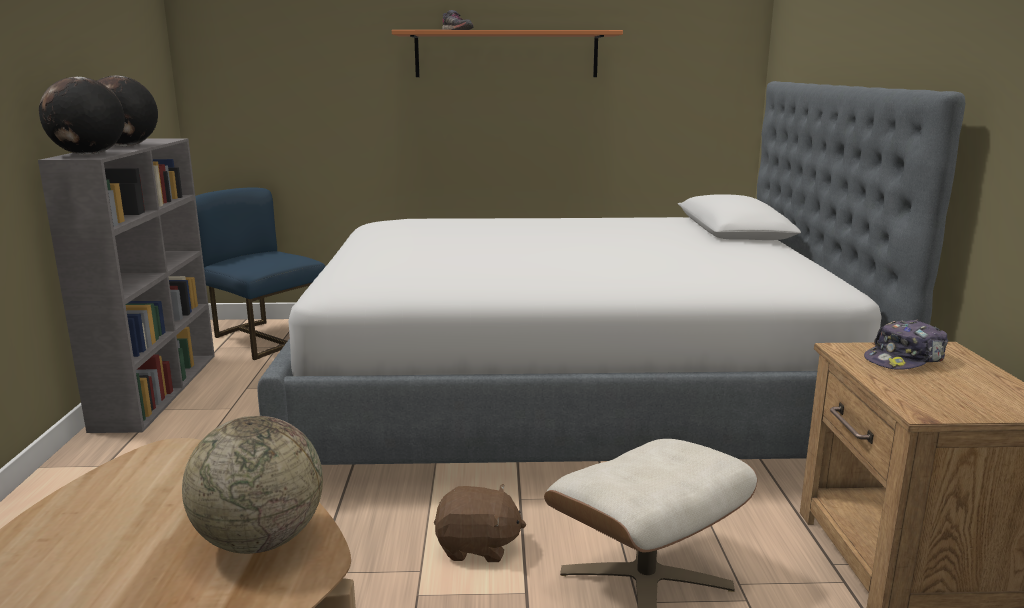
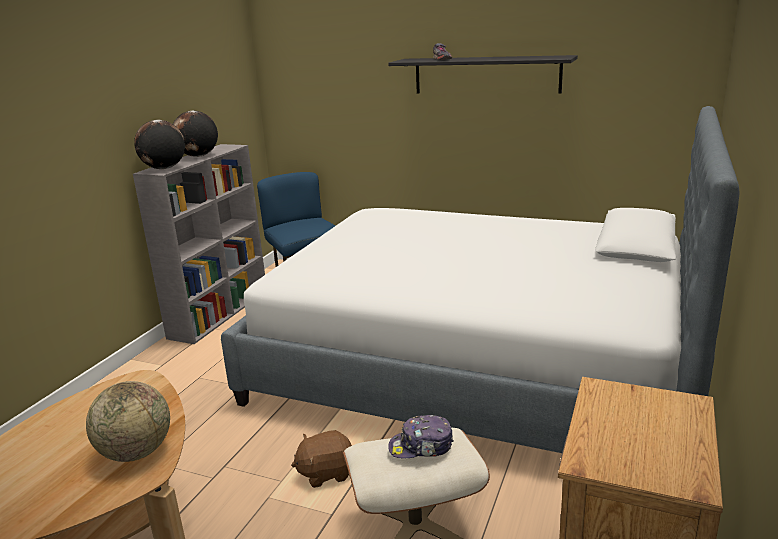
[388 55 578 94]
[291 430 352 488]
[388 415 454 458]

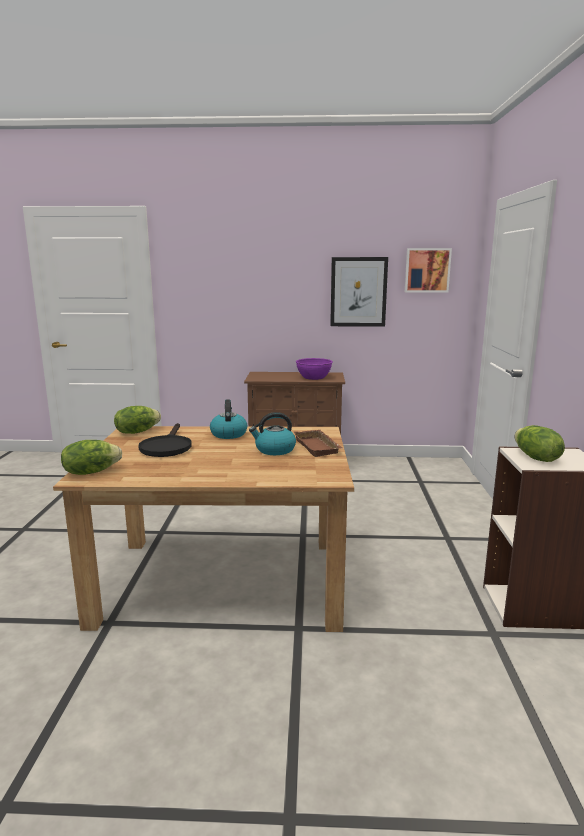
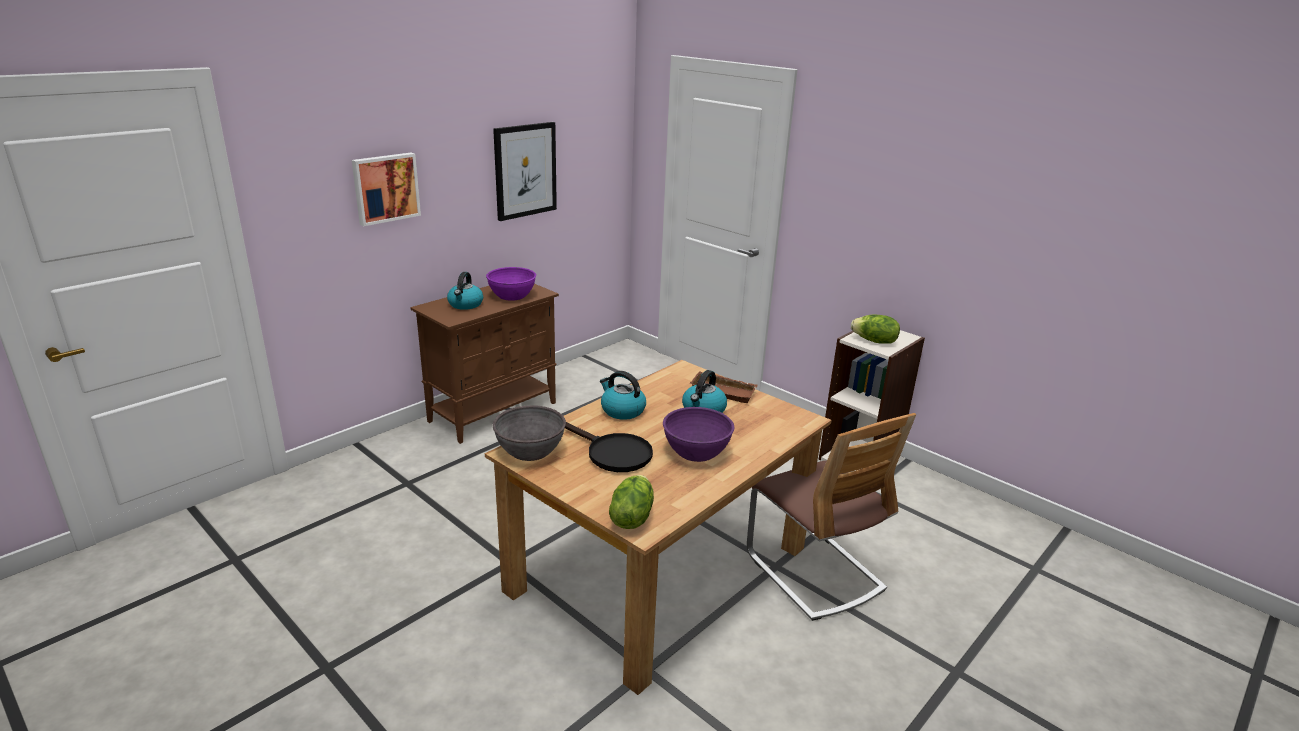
[493 405 566 461]
[352 153 421 226]
[447 272 483 310]
[663 407 734 462]
[747 413 916 621]

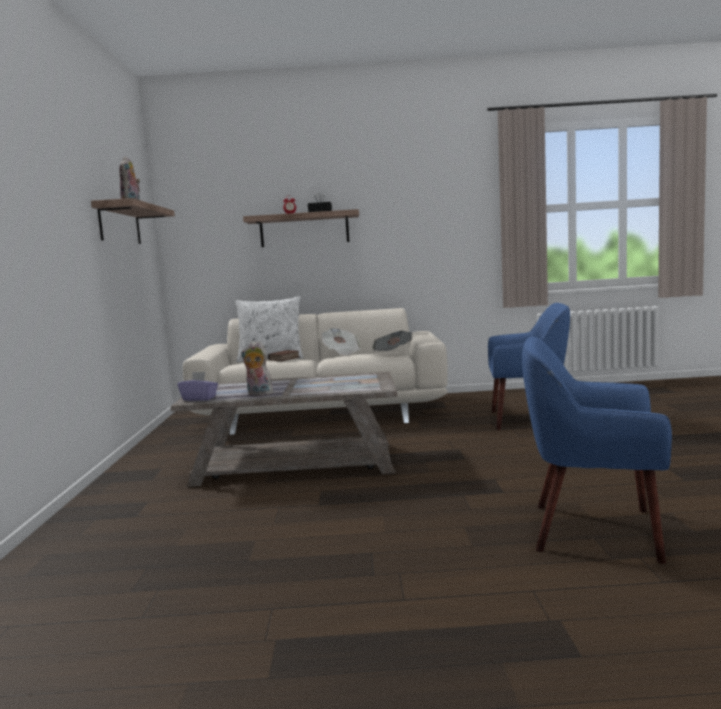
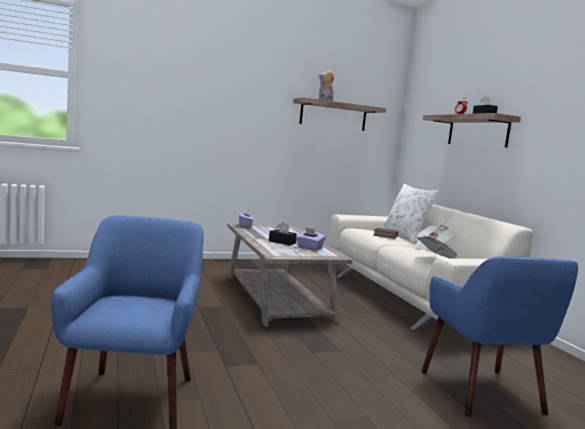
[241 341 275 395] (first image)
[269 222 297 245]
[296 227 326 250]

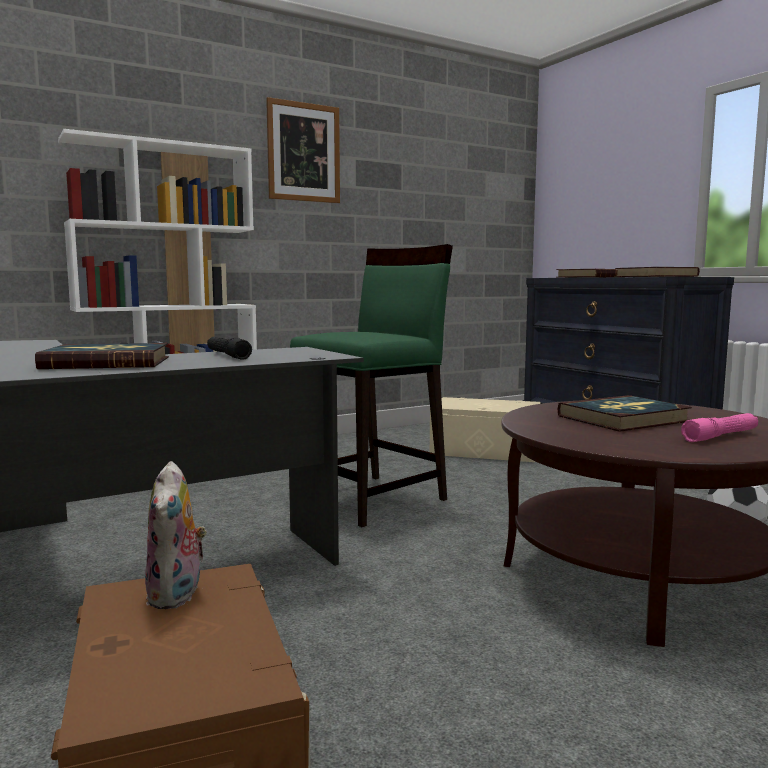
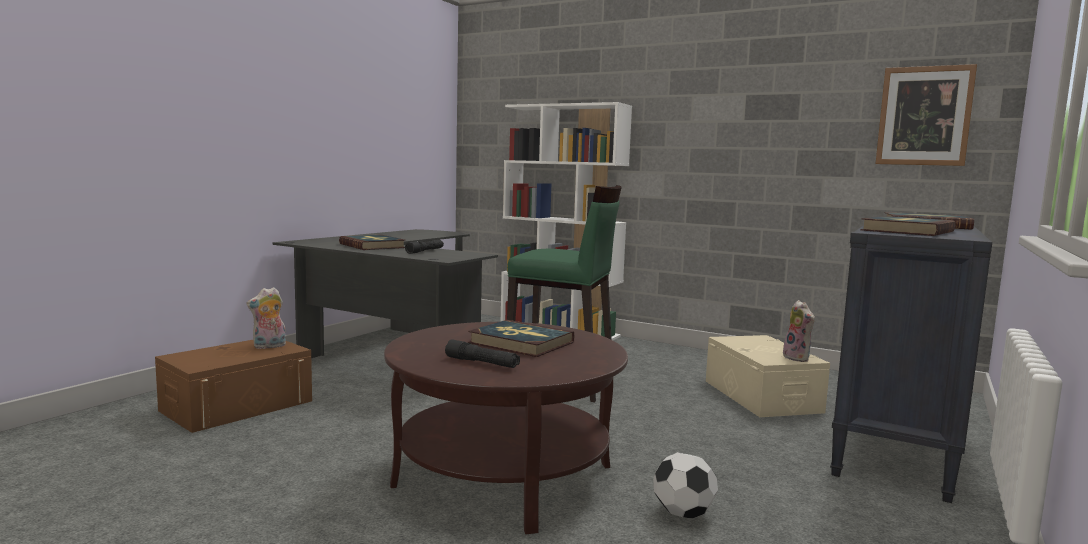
[876 64 977 166]
[445 339 520 368]
[783 300 815 362]

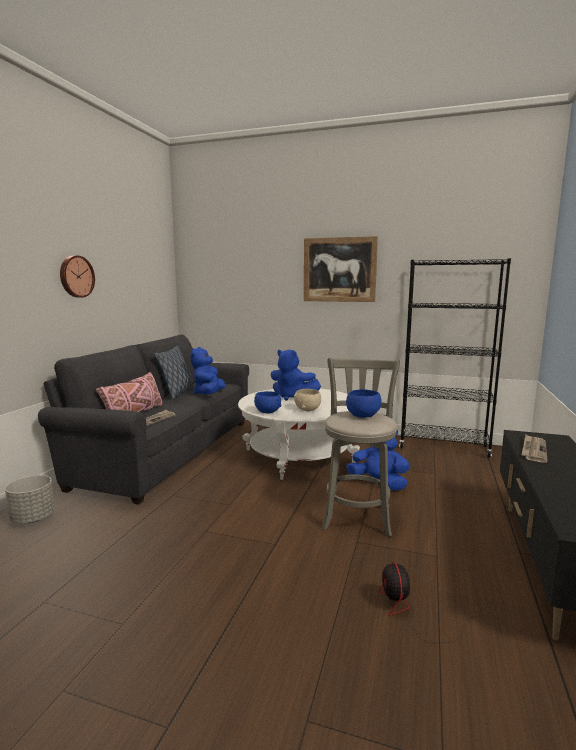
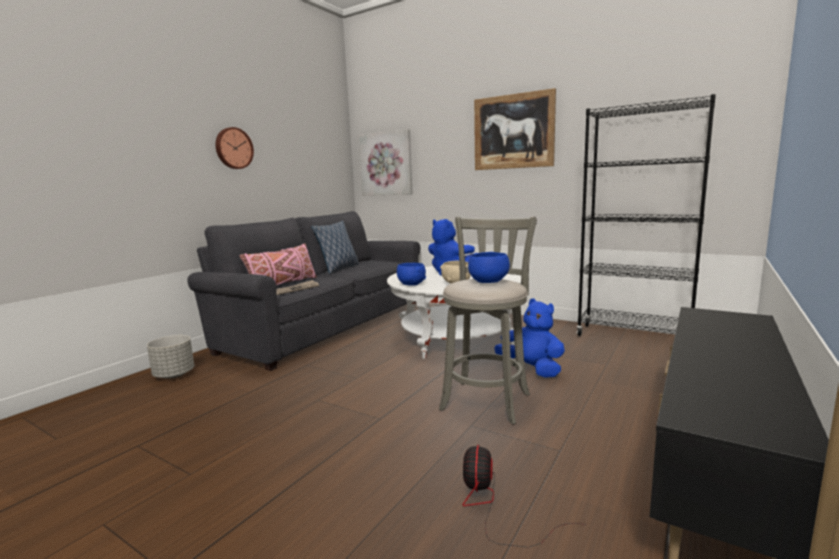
[190 347 225 394] (first image)
[521 435 548 463] (first image)
[358 129 412 196]

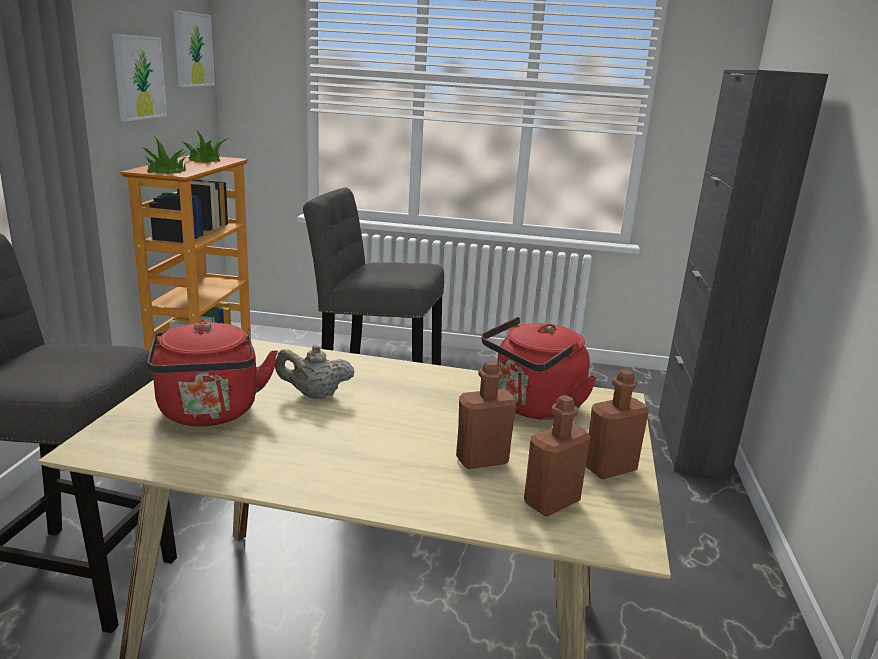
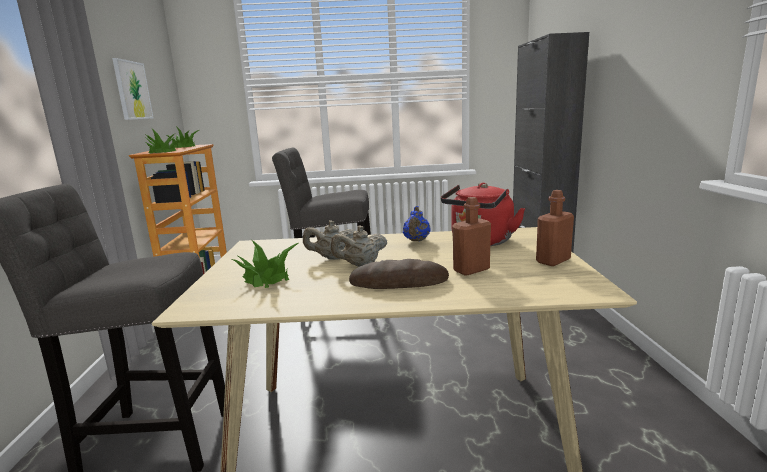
[232 240 299 288]
[173 10 215 87] (first image)
[524 395 590 516] (first image)
[331 226 387 267]
[349 259 449 289]
[403 206 430 241]

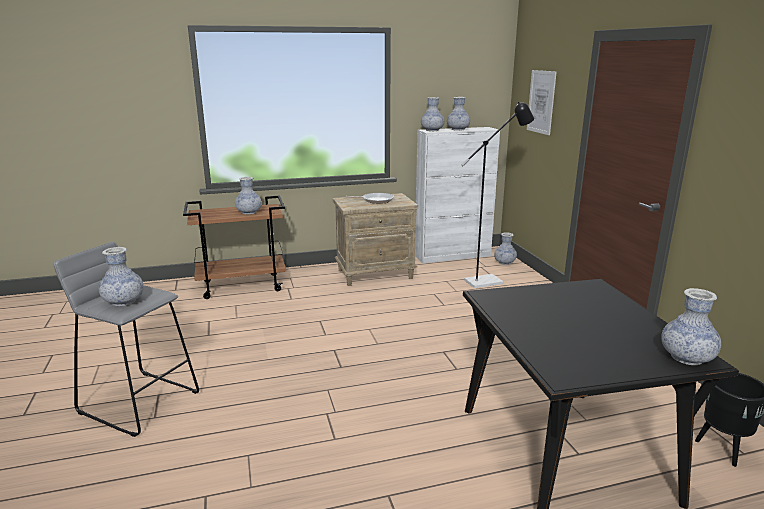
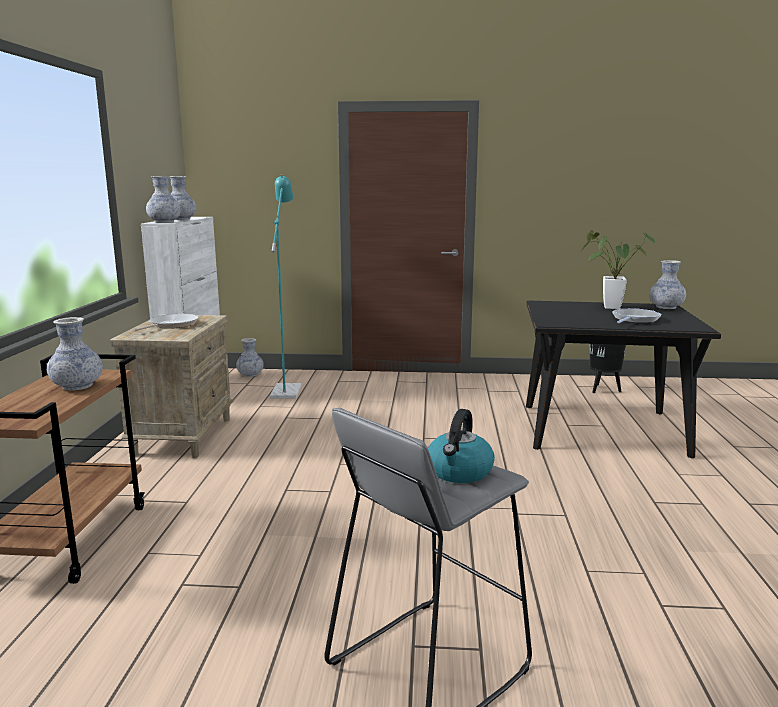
[428 409 495 483]
[270 174 301 399]
[527 70 557 135] (first image)
[582 230 655 309]
[612 308 661 323]

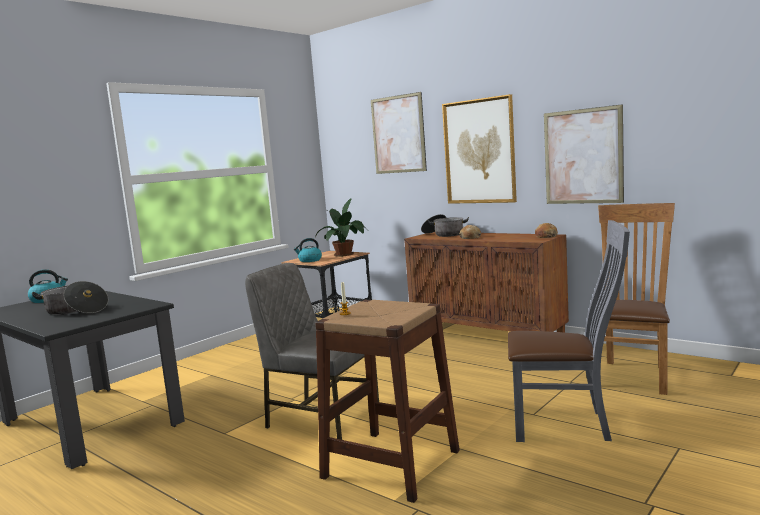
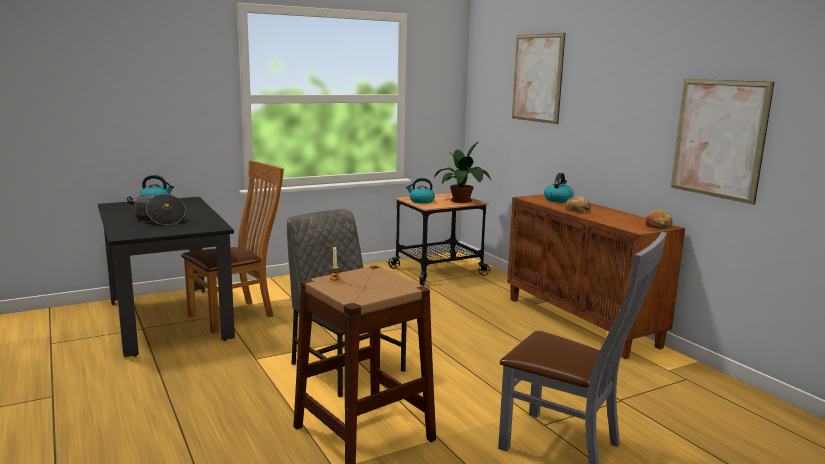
[544 173 574 202]
[442 94 517 204] (first image)
[181 160 284 334]

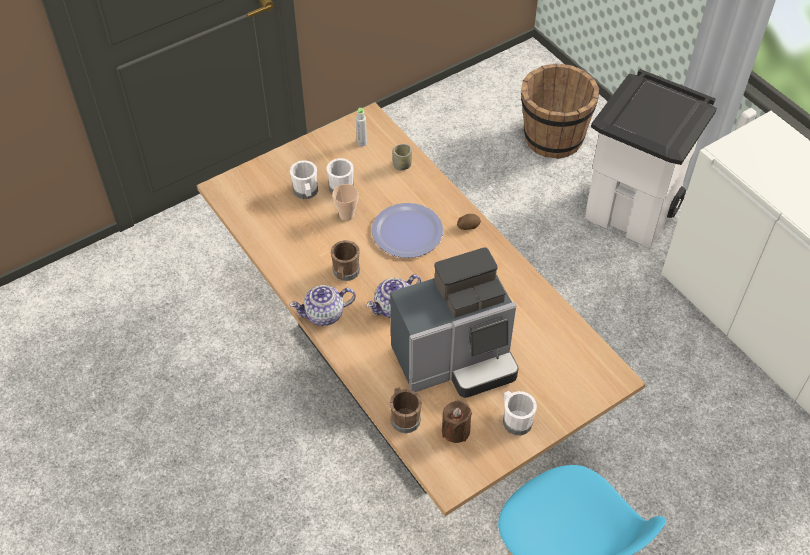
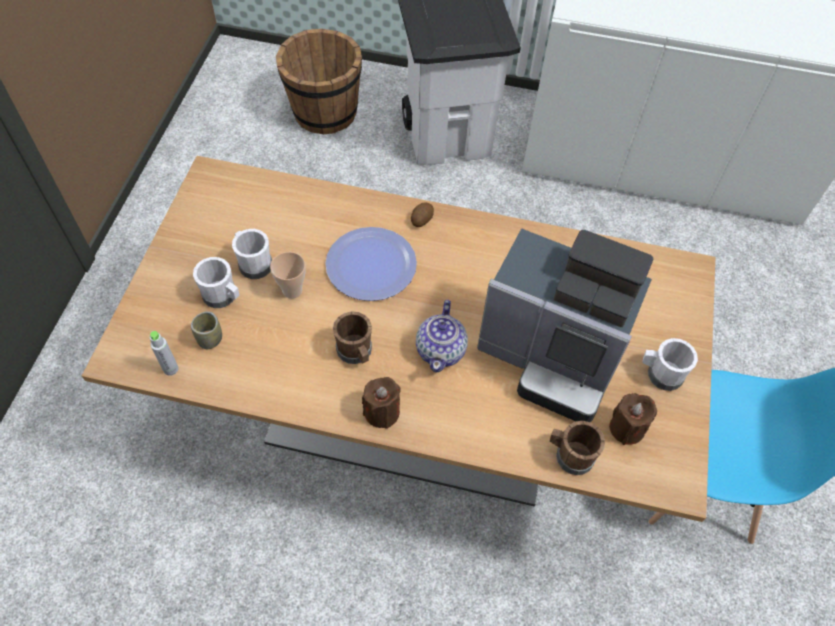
[362 377 401 429]
[150 331 178 376]
[477 228 653 422]
[191 311 222 349]

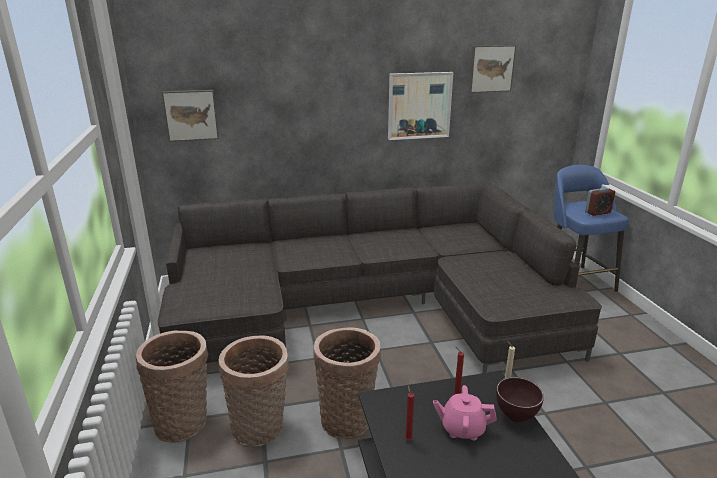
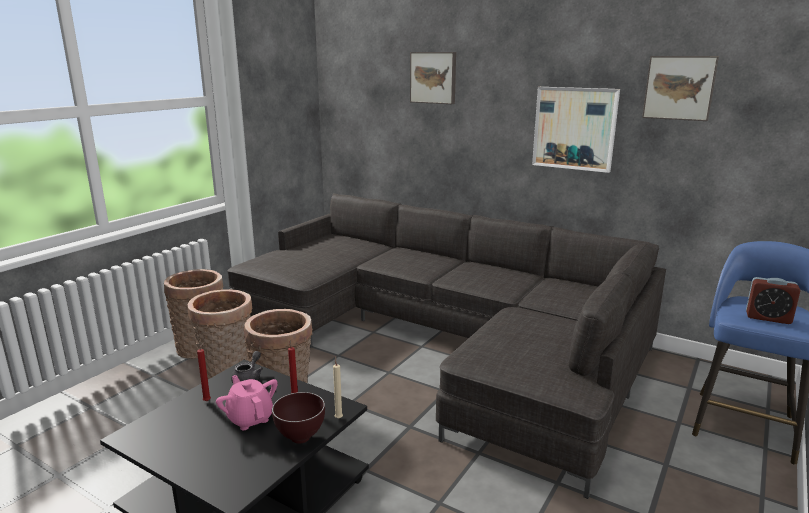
[410 52 456 104]
[231 351 263 383]

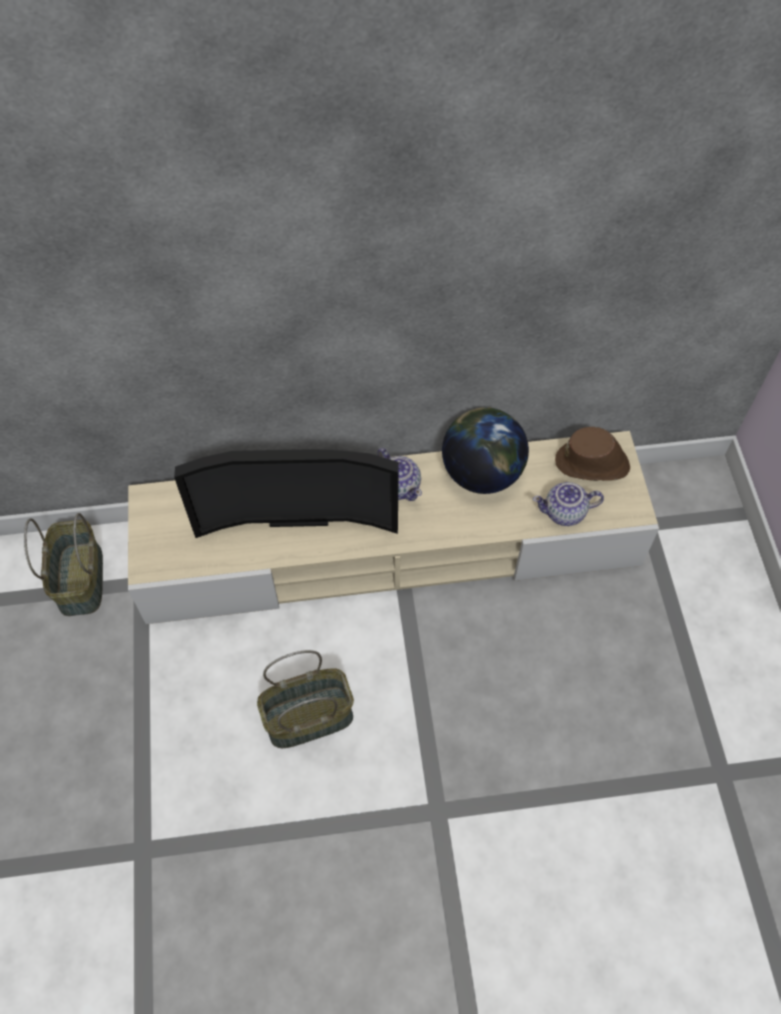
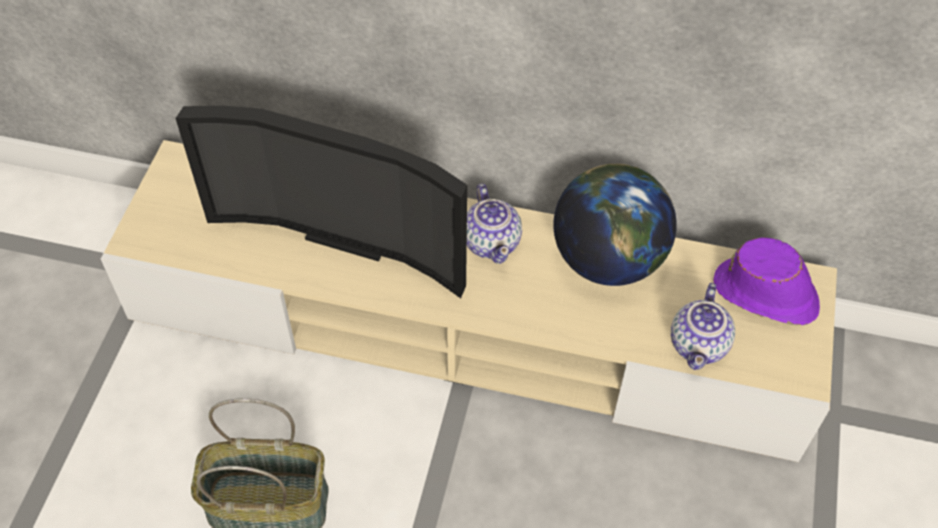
[24 513 103 616] (first image)
[671 283 735 370]
[713 237 820 325]

